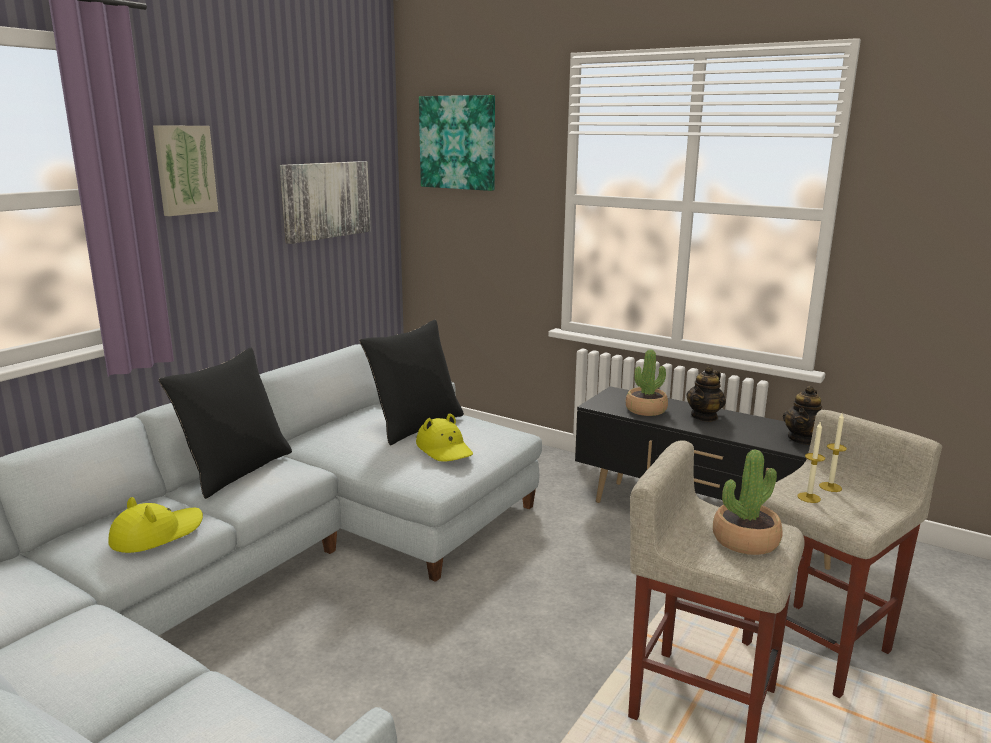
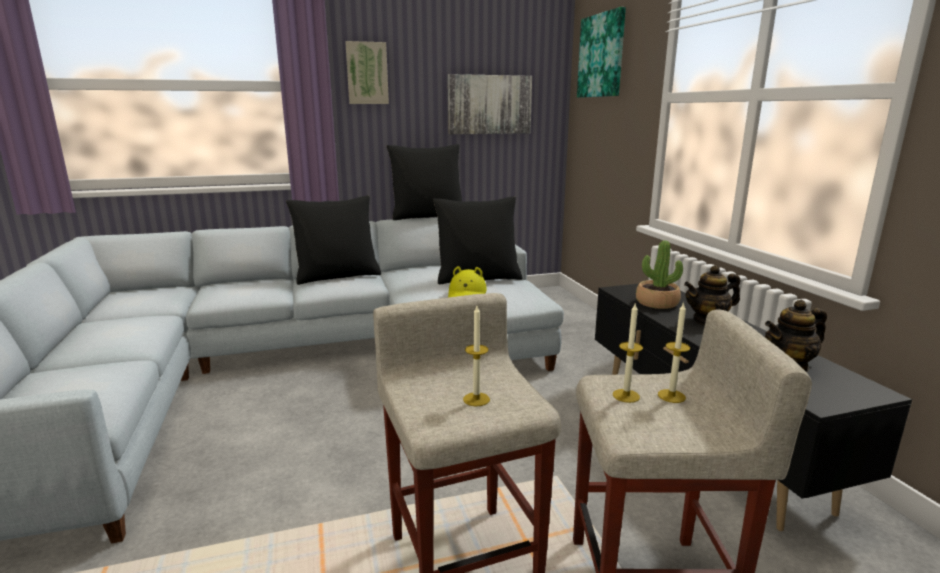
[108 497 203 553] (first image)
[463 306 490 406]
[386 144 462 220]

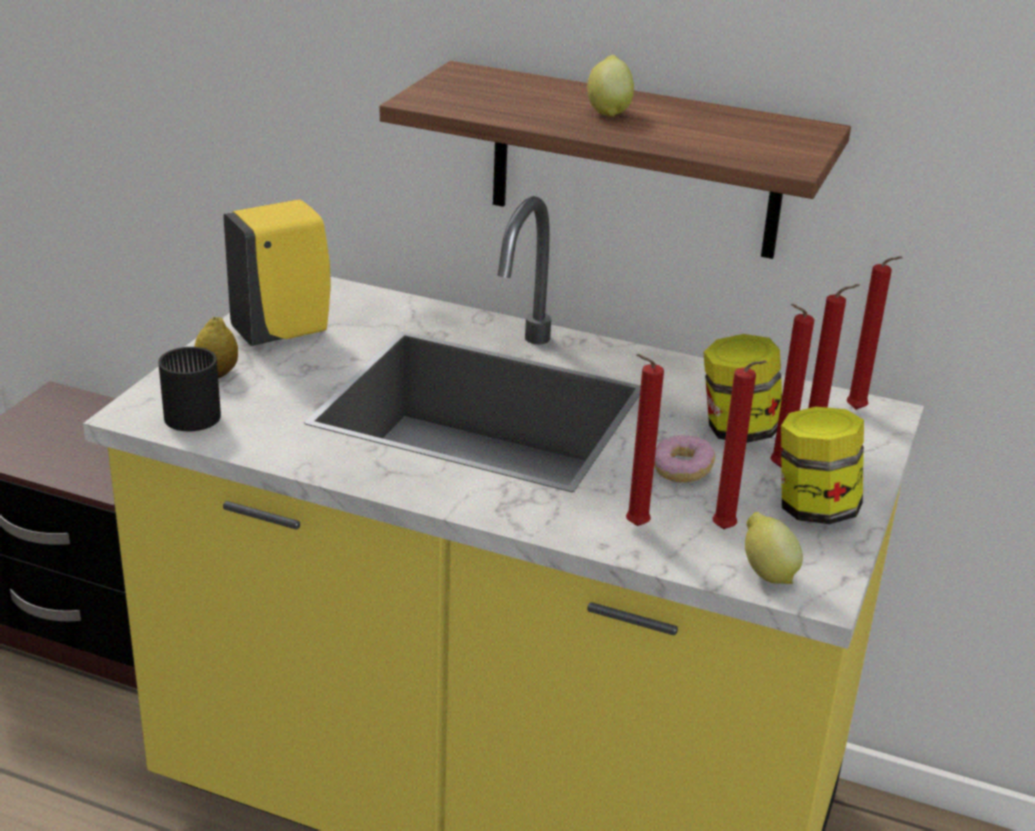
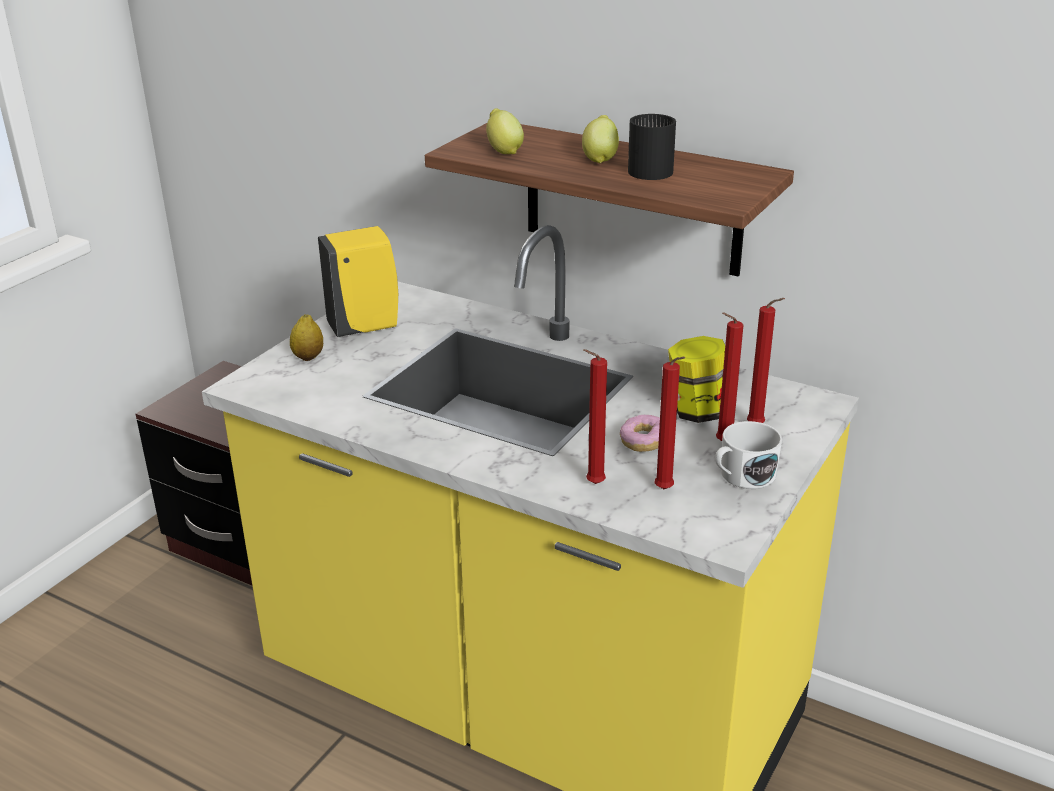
[628 114 676 180]
[486 108 524 154]
[715 421 783 489]
[847 256 903 410] (first image)

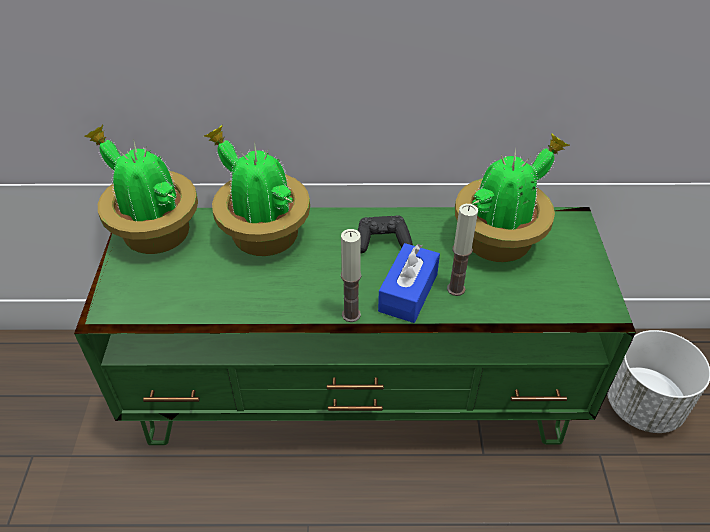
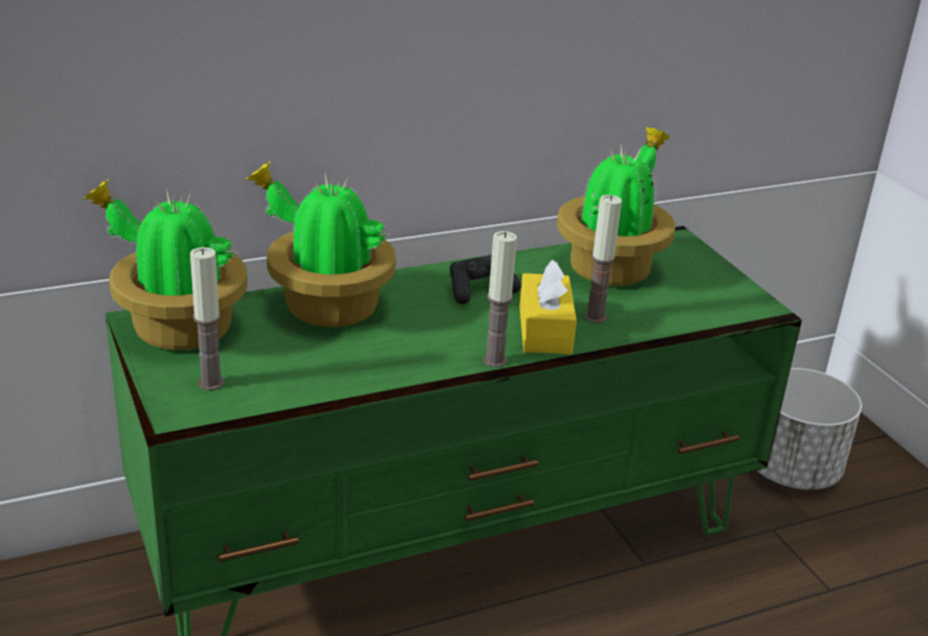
[519 260 577 354]
[190 247 224 390]

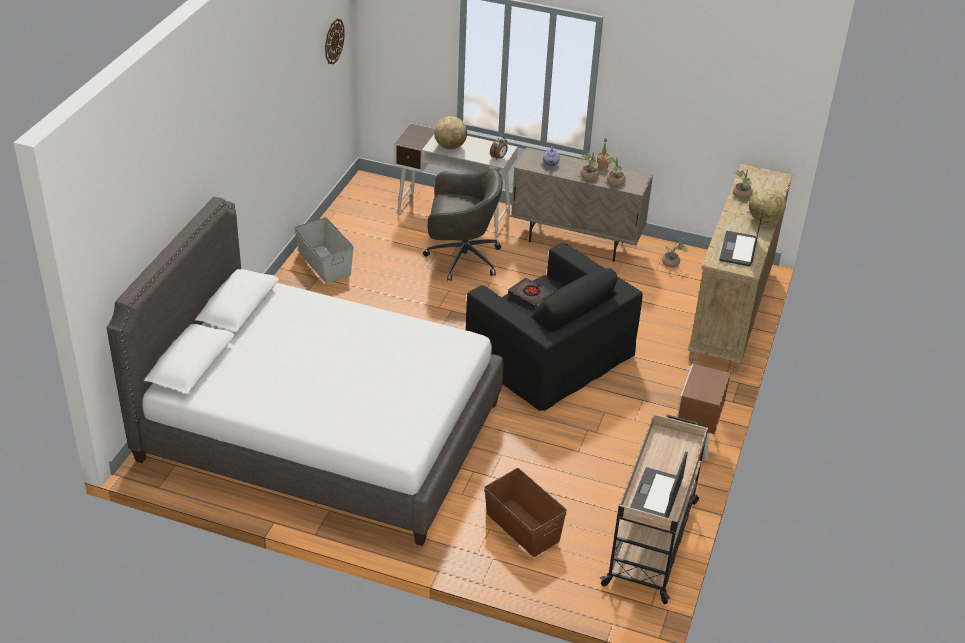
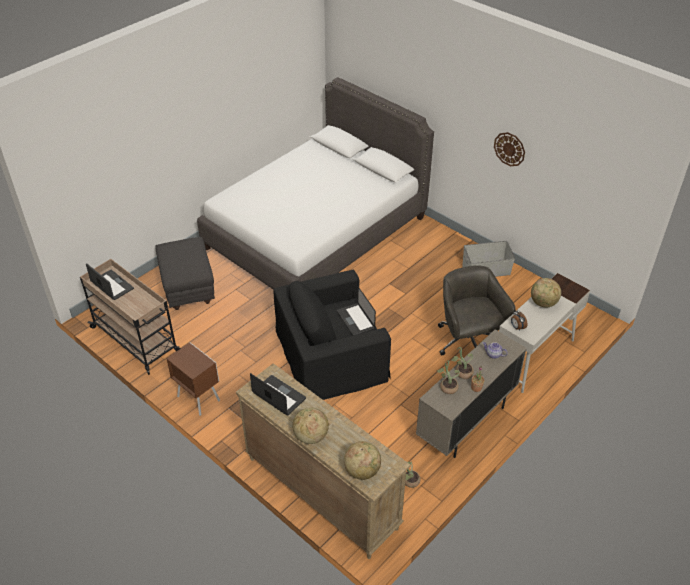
[494 132 525 166]
[438 265 516 355]
[155 237 215 310]
[337 287 376 335]
[733 169 753 199] (first image)
[344 441 381 480]

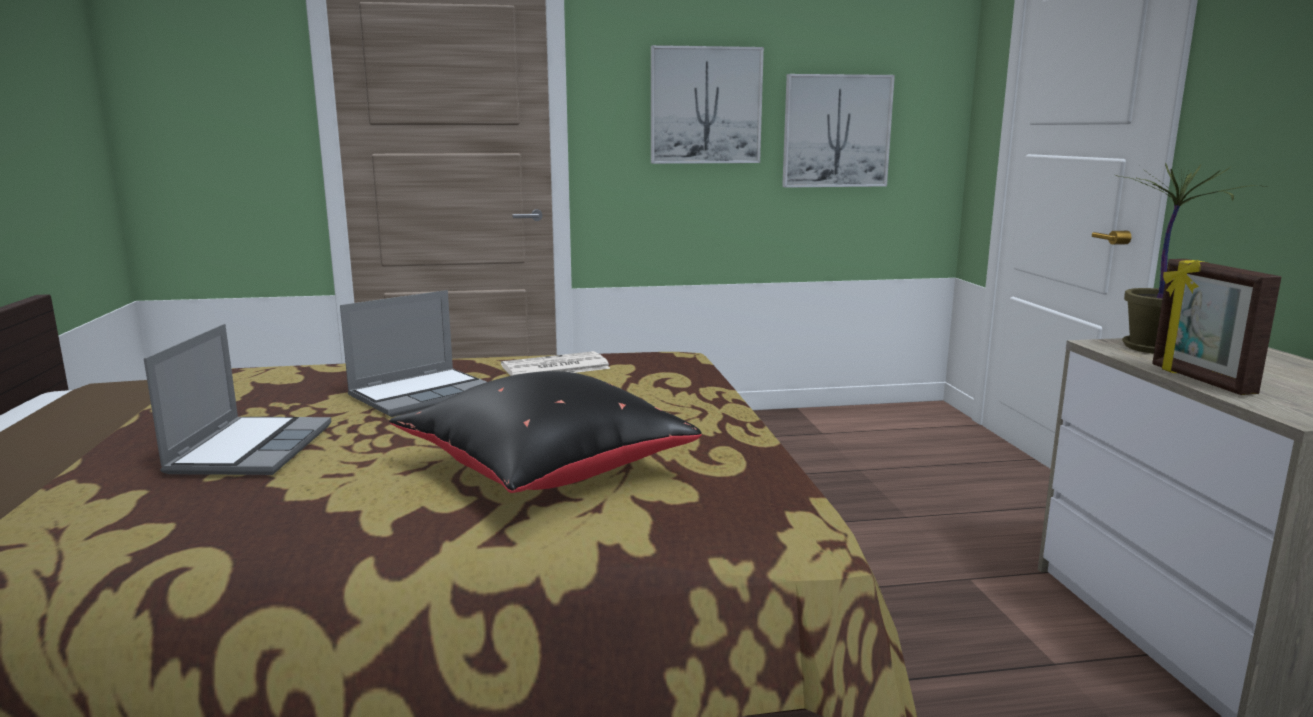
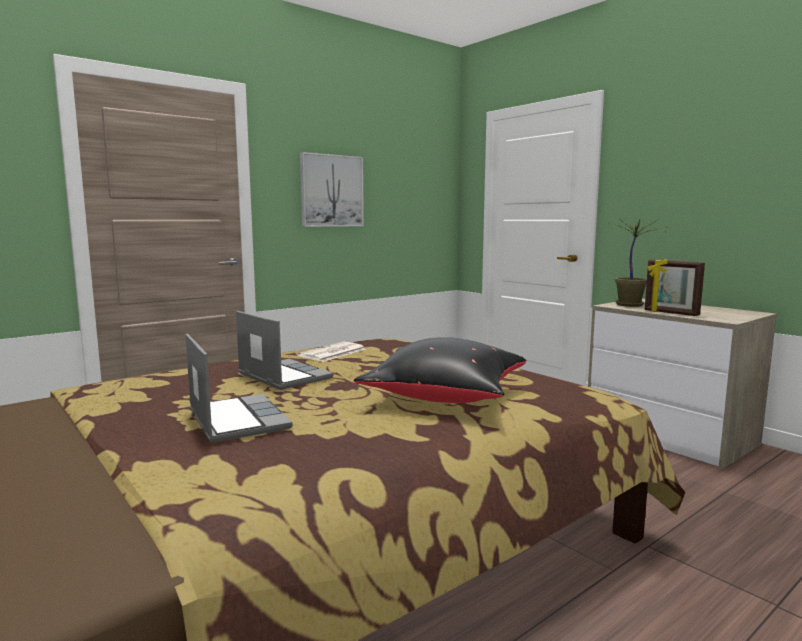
[236 311 333 390]
[782 74 895 188] (first image)

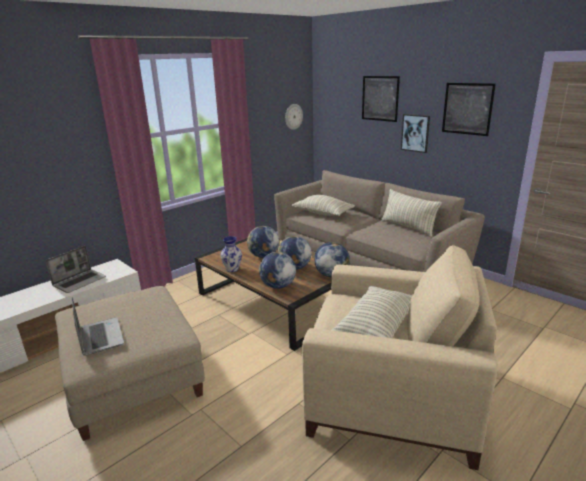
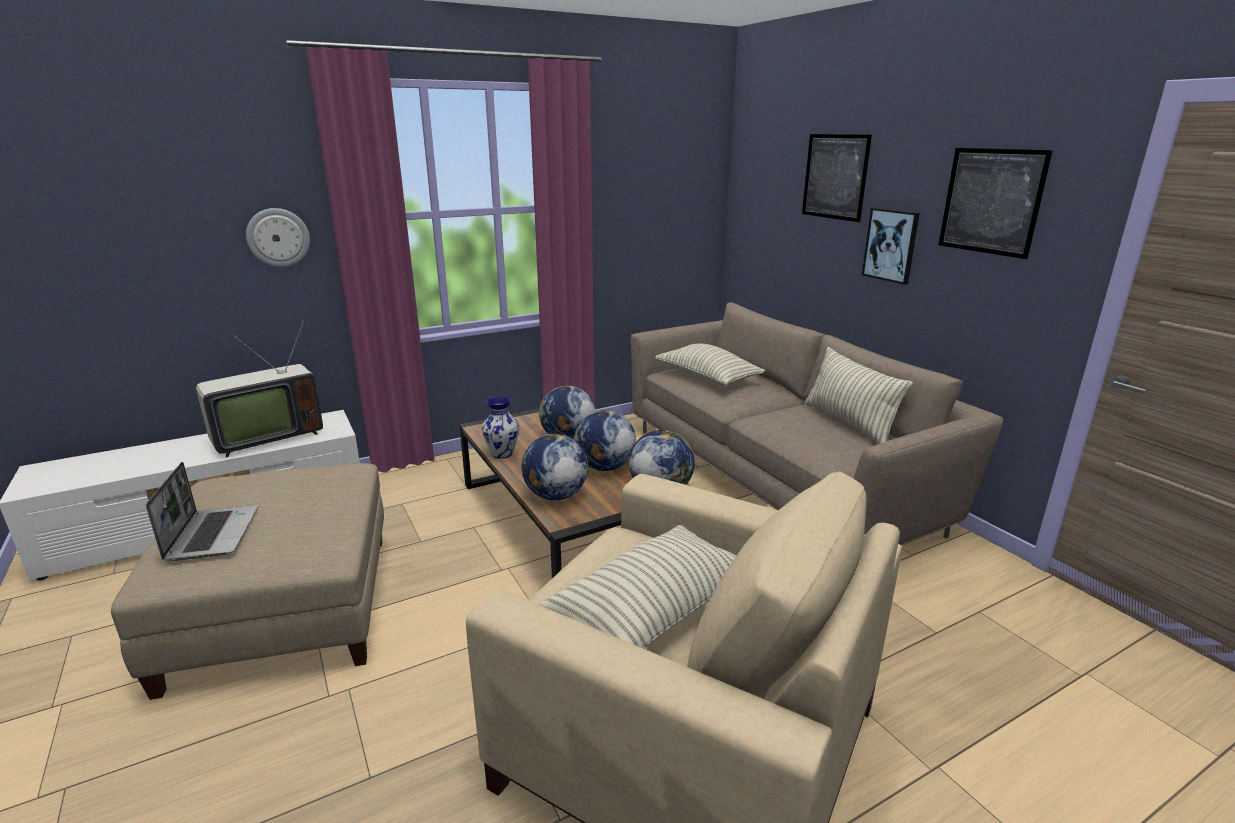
[196 321 323 457]
[246 208 310 267]

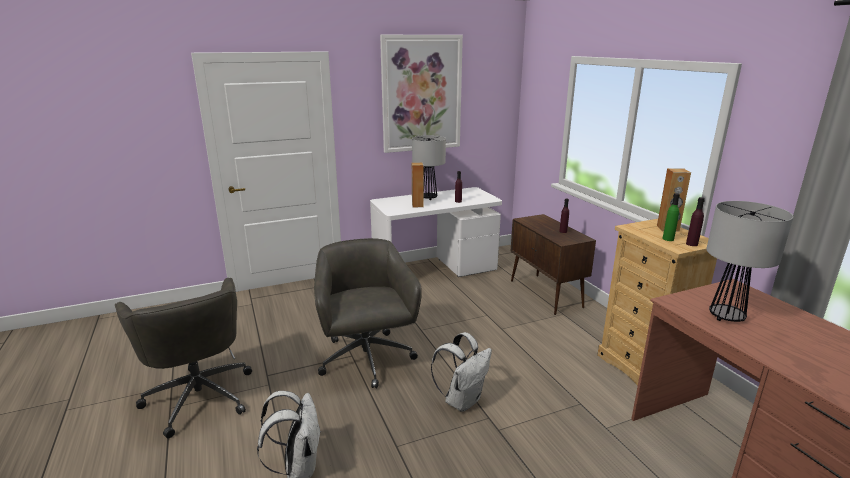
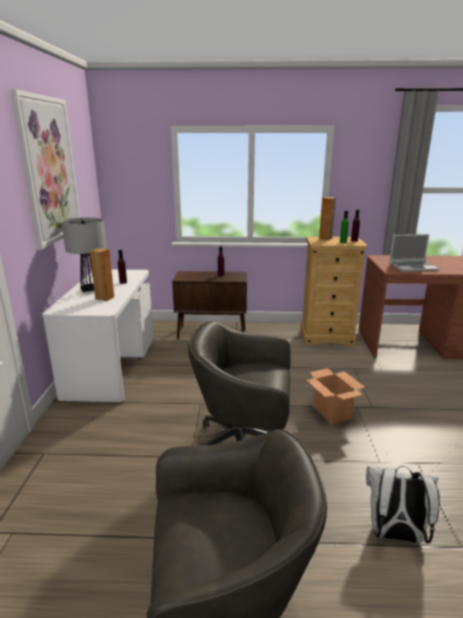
[306 368 365 424]
[389 234 439 272]

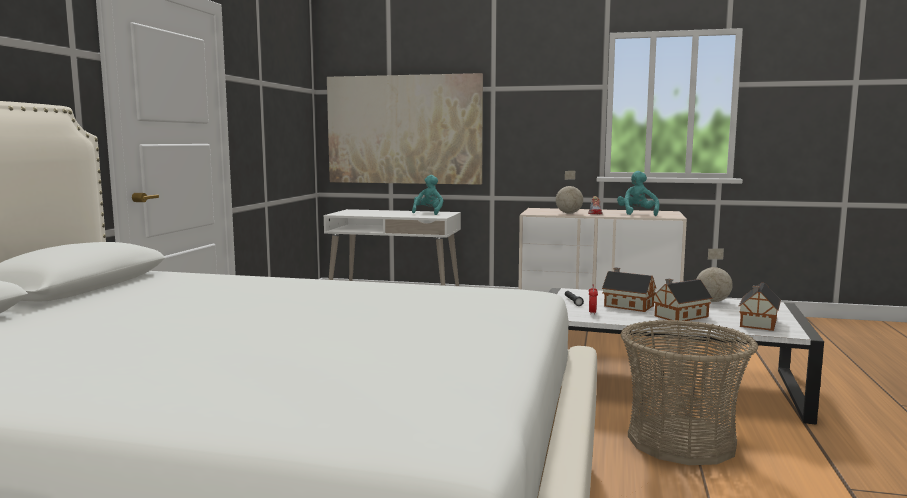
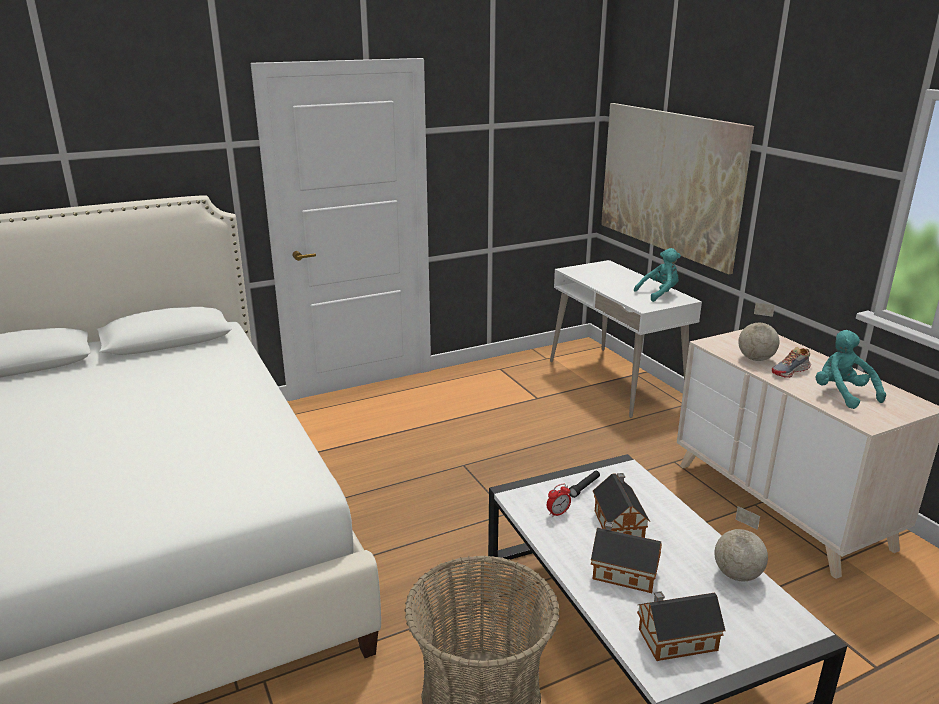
[816 330 886 409]

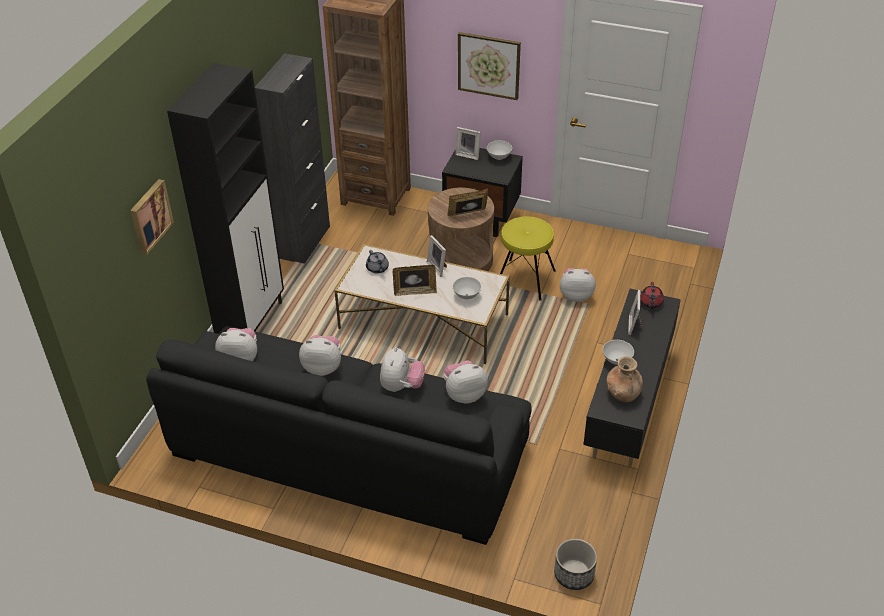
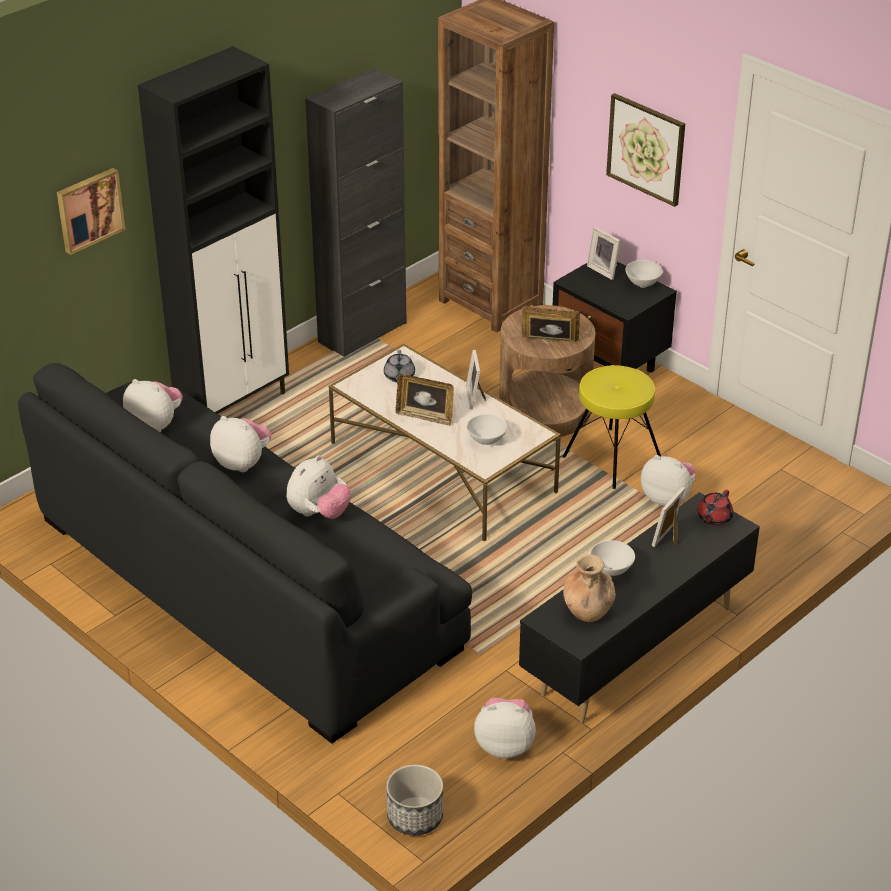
[474 697 536 758]

